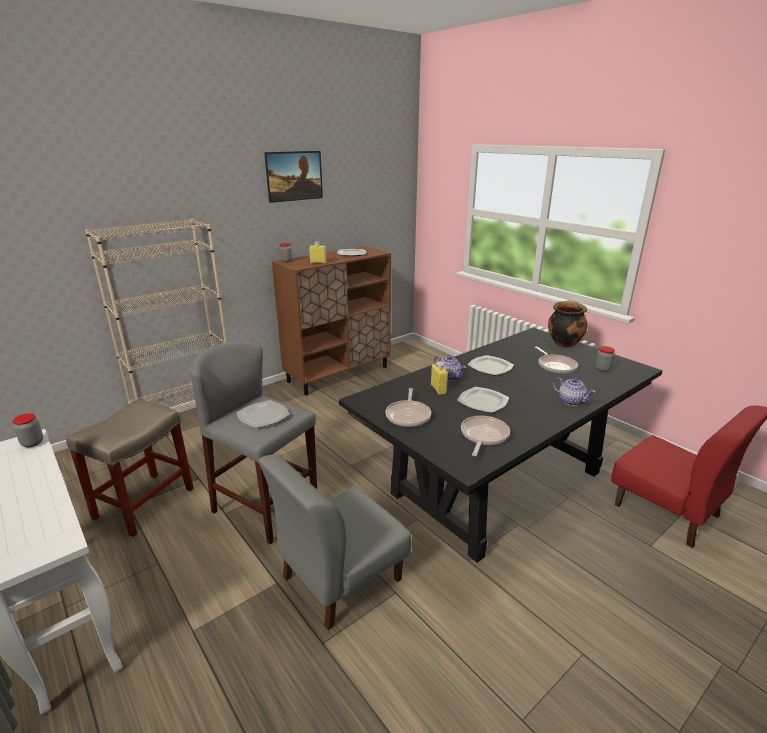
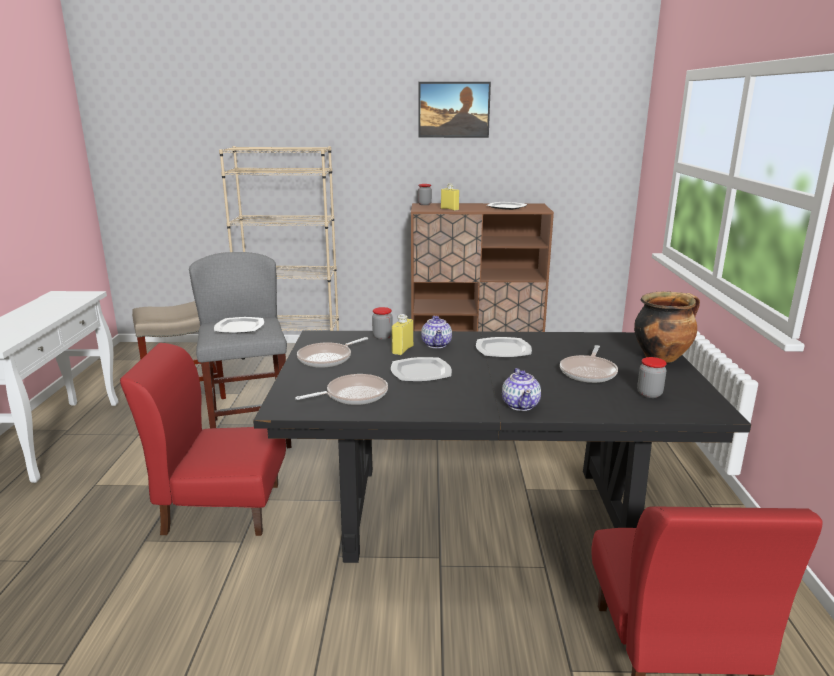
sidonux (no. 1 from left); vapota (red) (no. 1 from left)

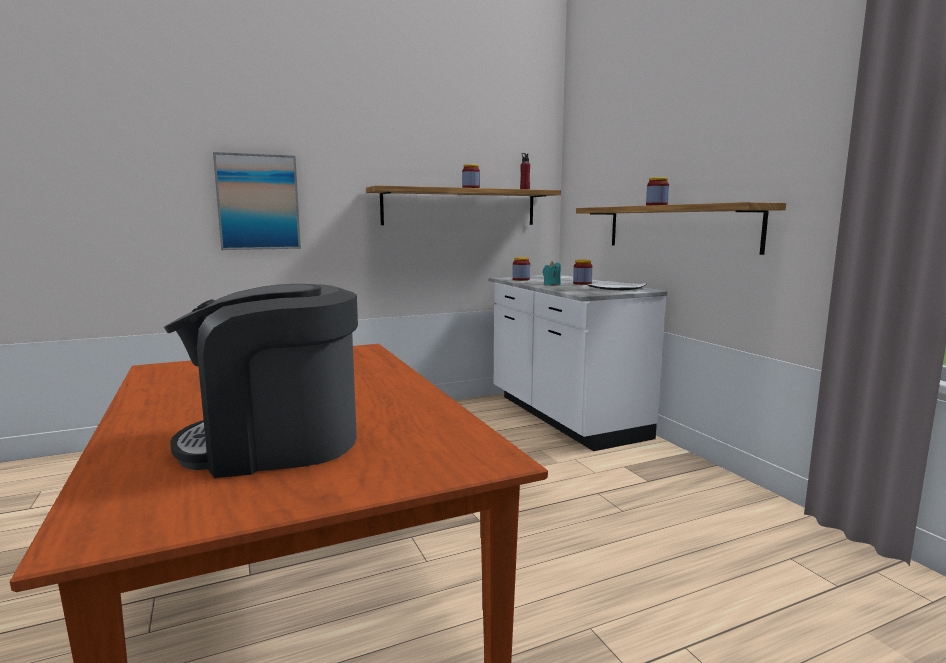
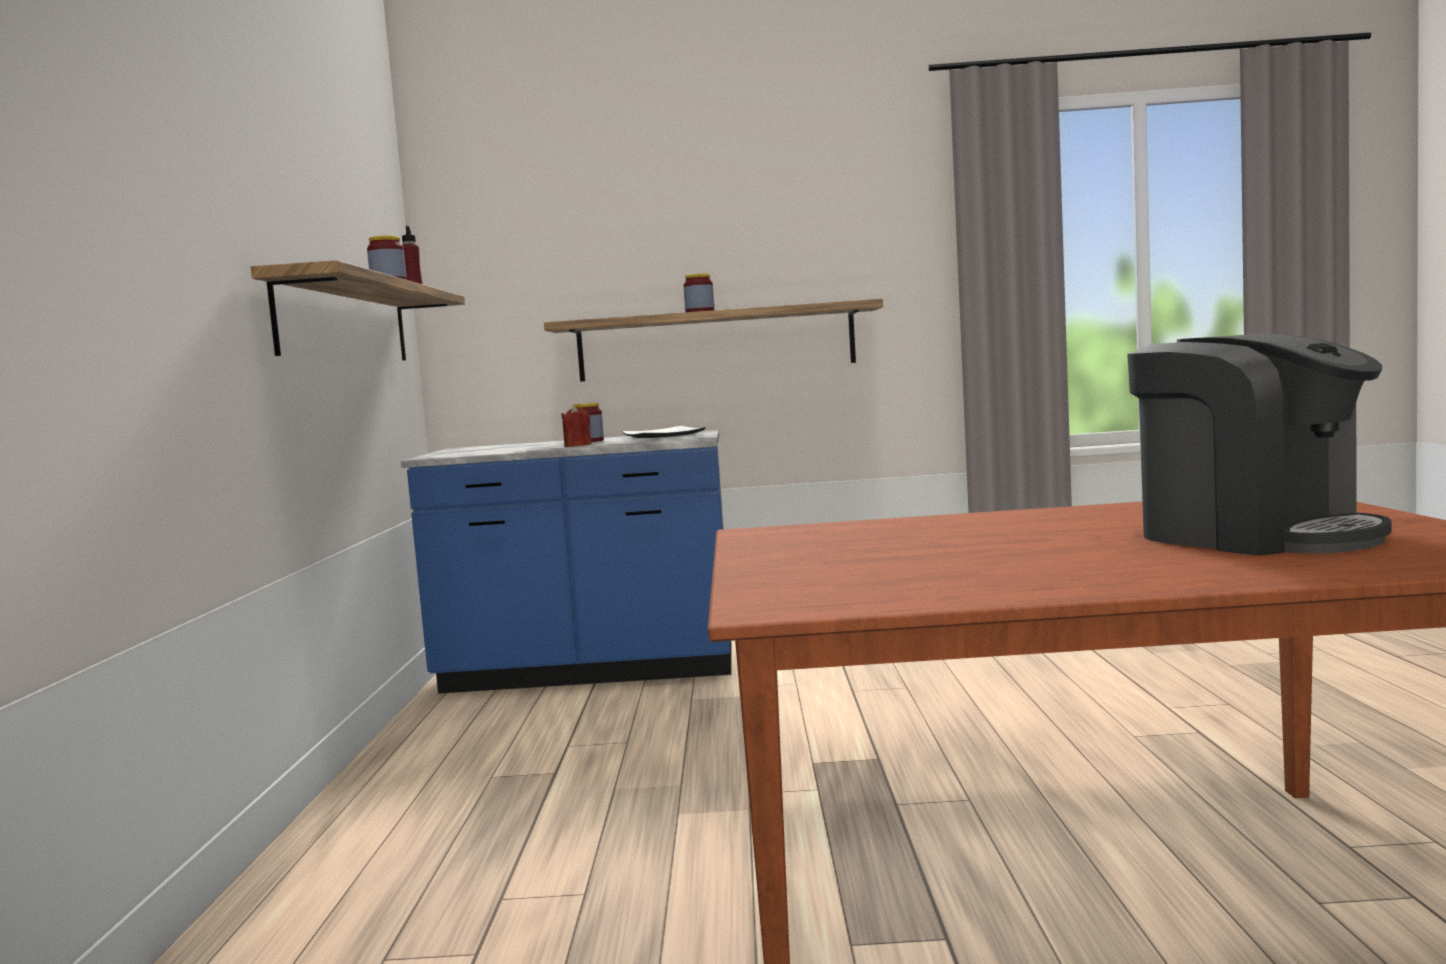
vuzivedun; sidonux (no. 2 from left in the first image); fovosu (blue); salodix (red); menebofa

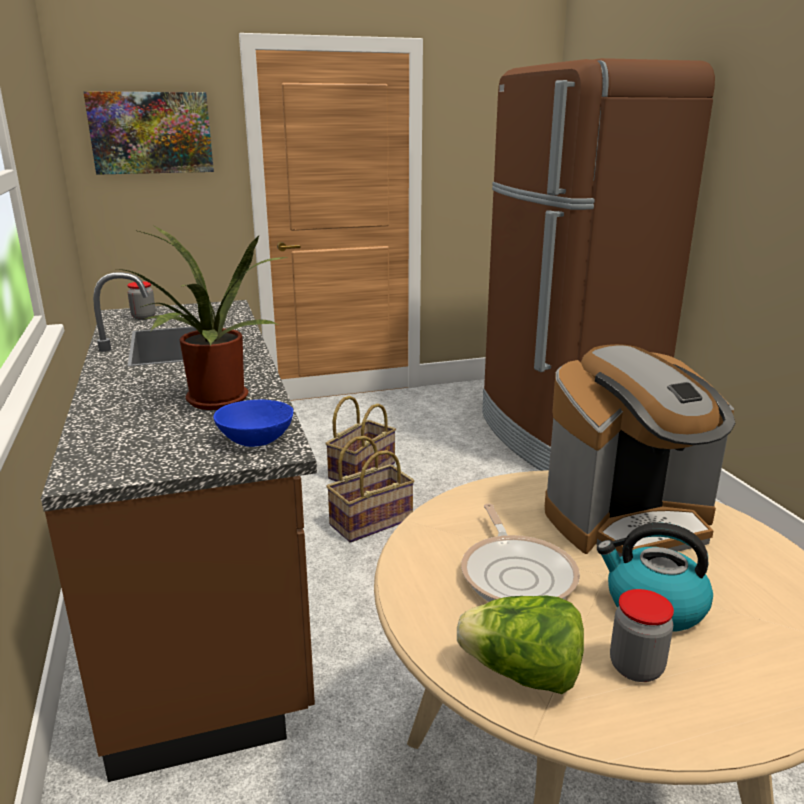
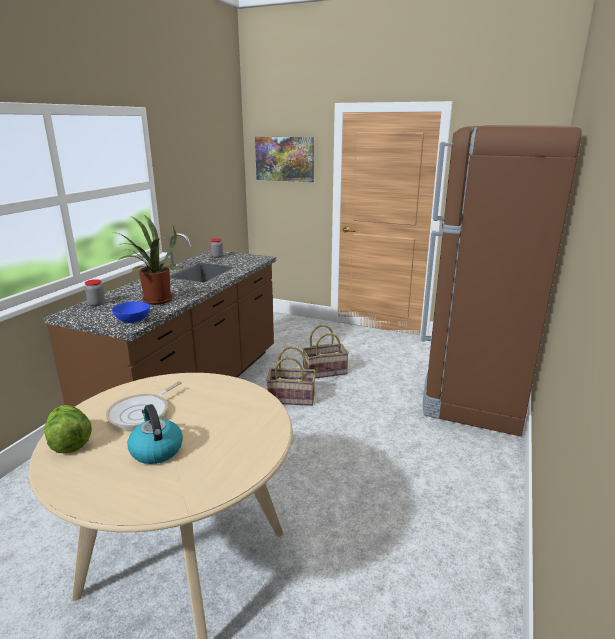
menebofa; sidonux (no. 1 from left)

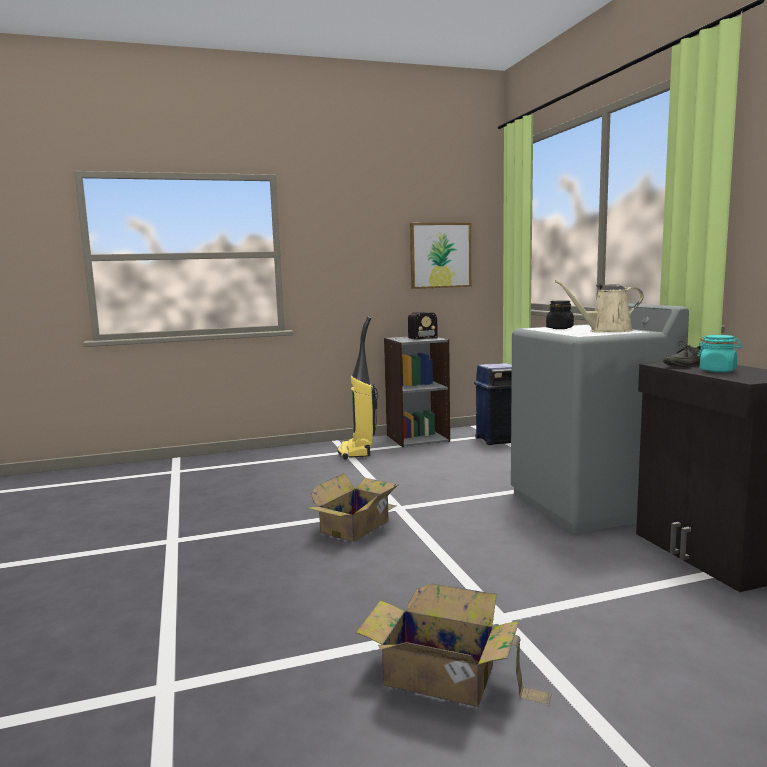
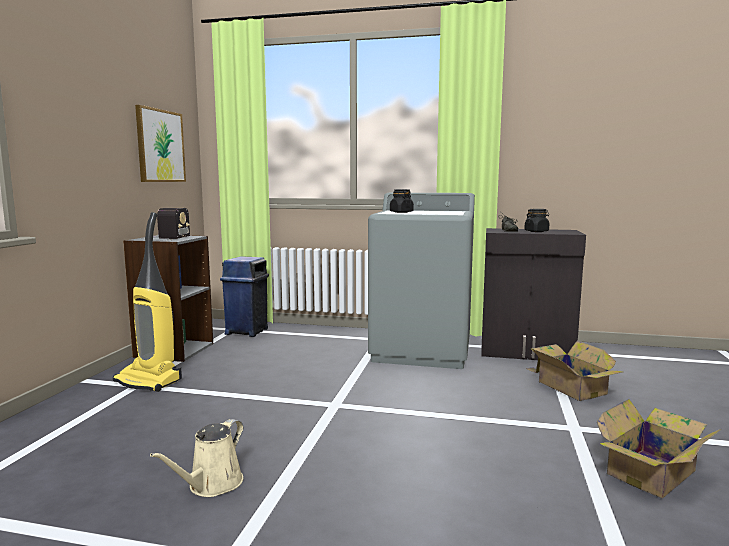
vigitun (no. 1 from left); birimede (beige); sidonux (black) (no. 2 from left)

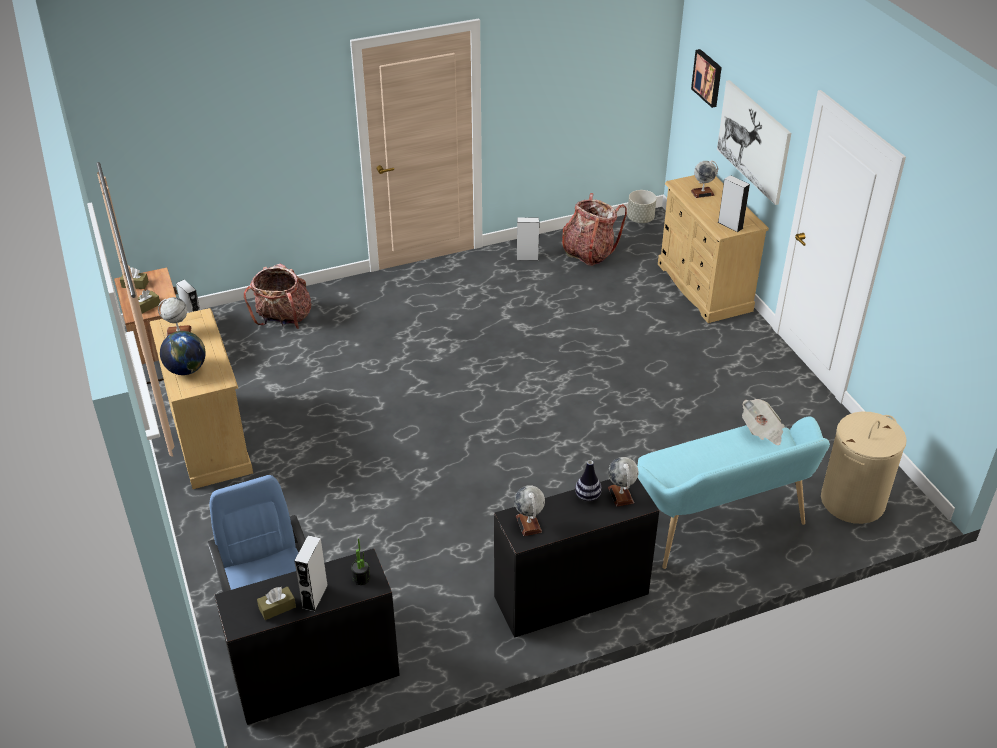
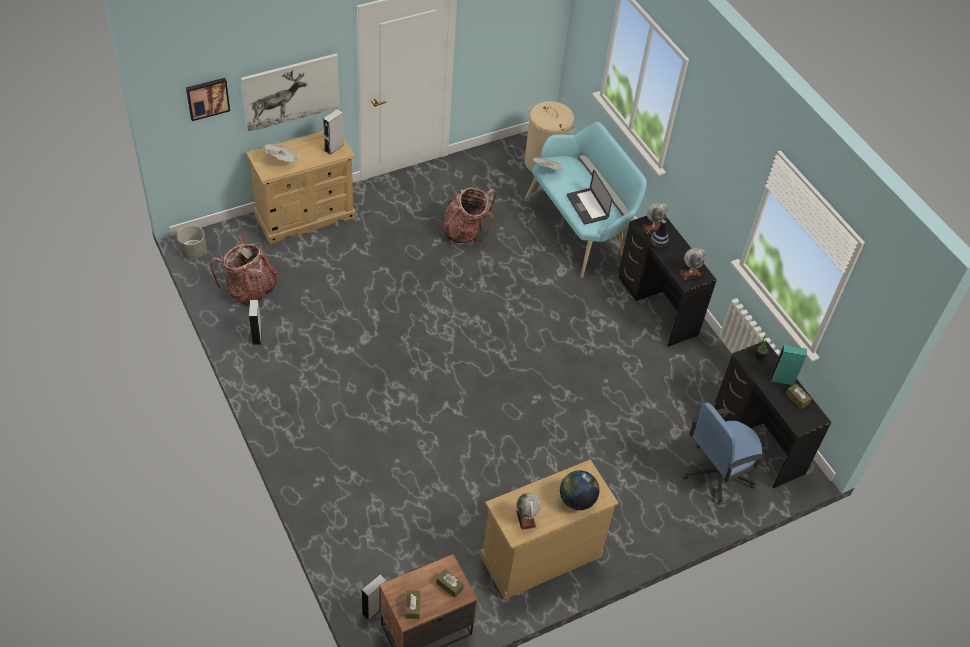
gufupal; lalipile (no. 2 from left); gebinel (no. 1 from left); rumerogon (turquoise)

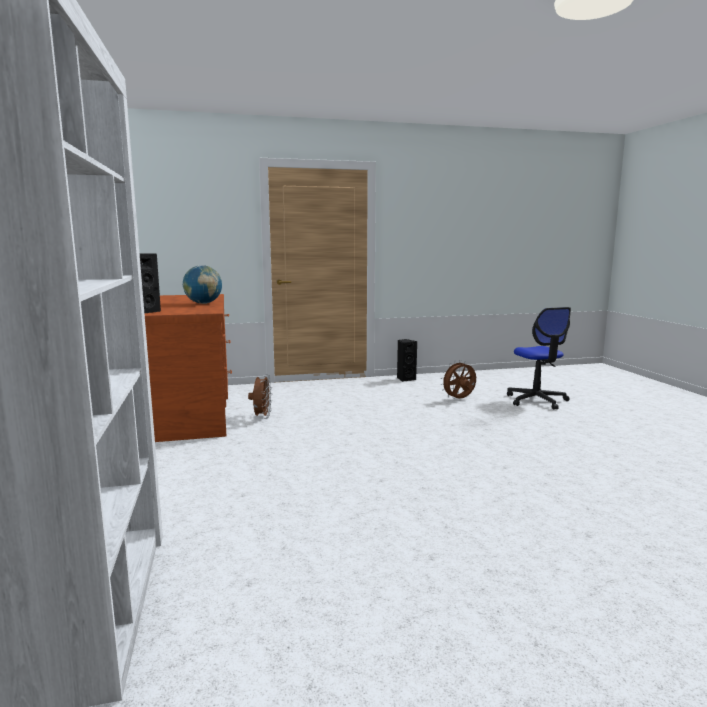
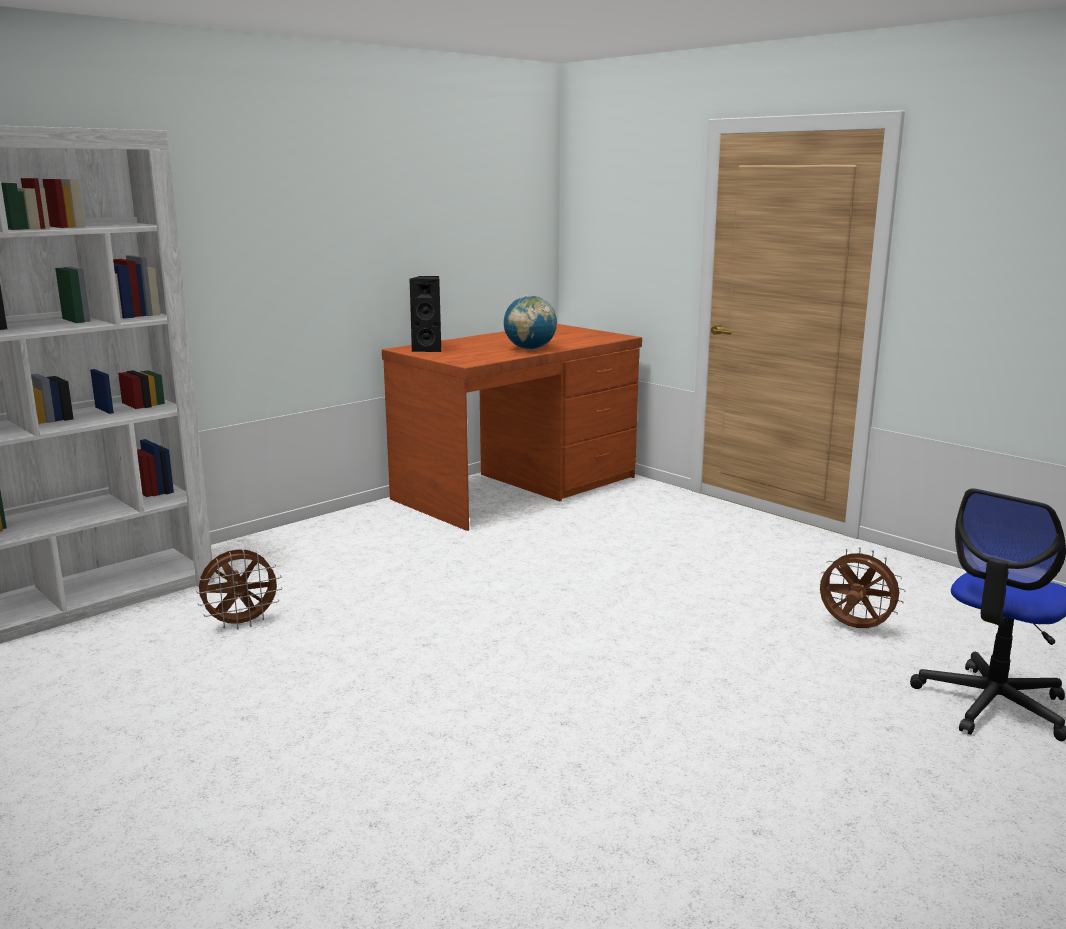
rumerogon (black) (no. 2 from left in the first image); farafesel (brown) (no. 1 from left)

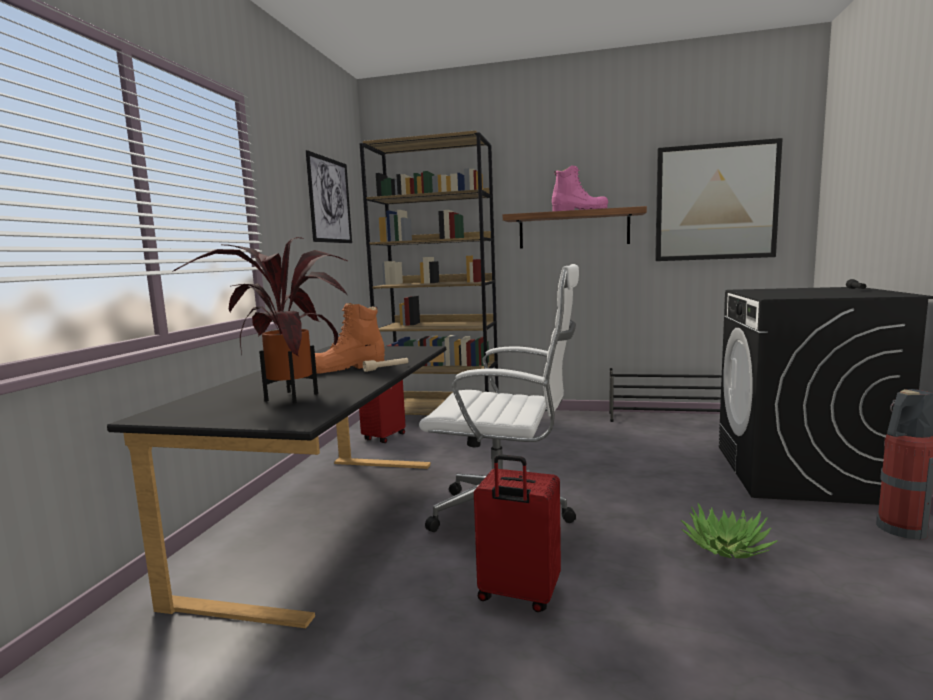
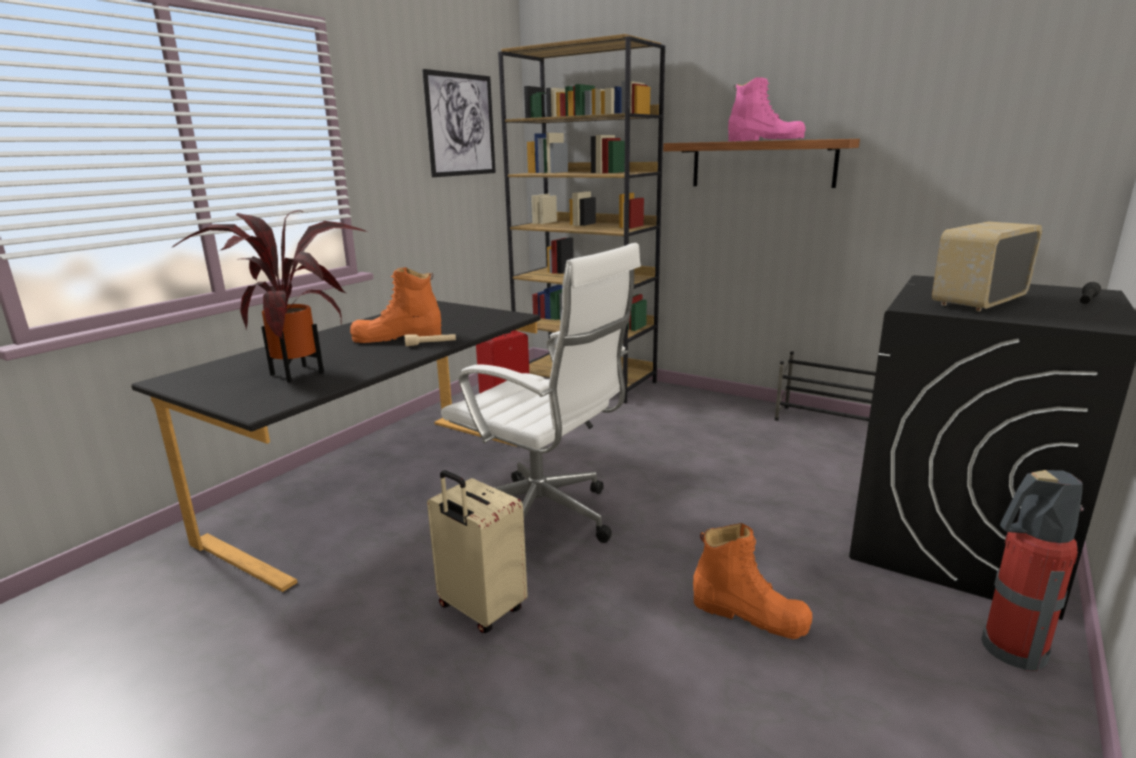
vuzivedun (no. 2 from left in the first image); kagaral; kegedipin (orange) (no. 2 from left); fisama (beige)

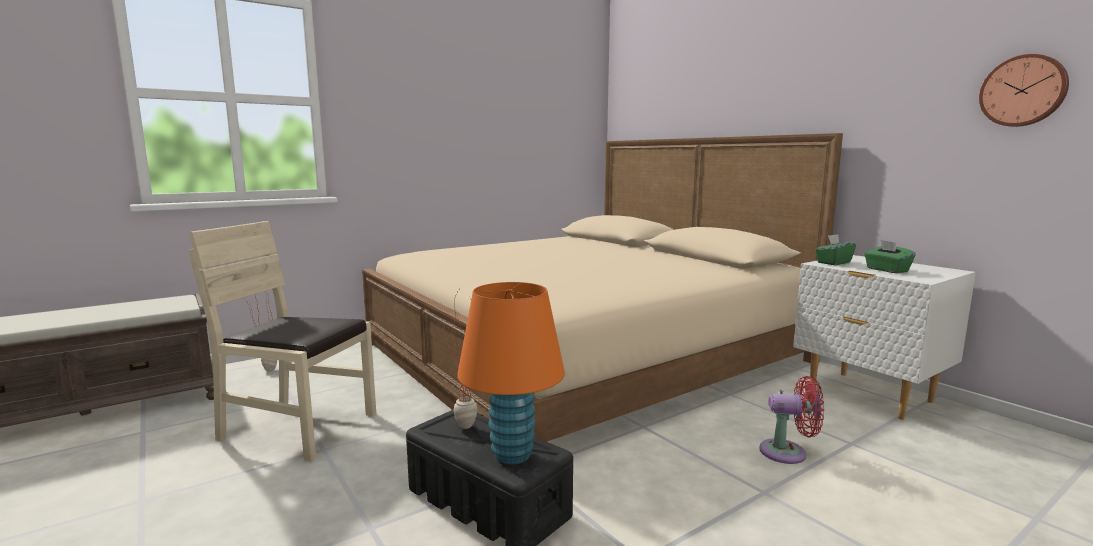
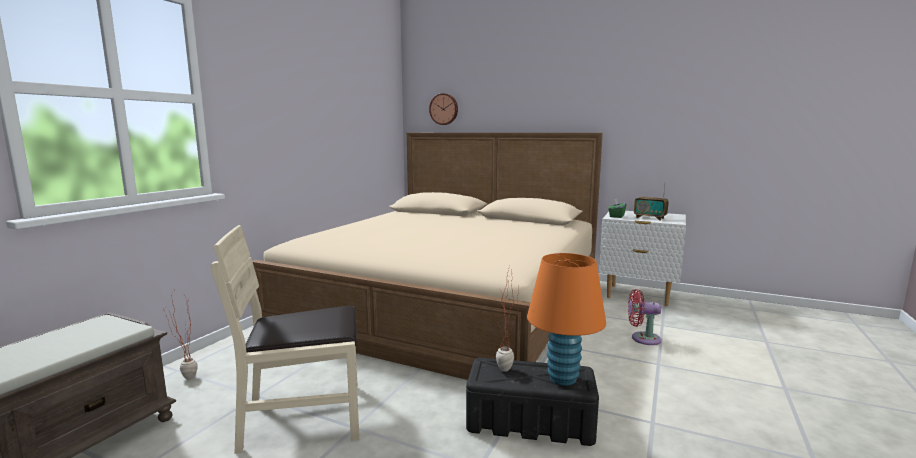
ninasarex; kagaral; farafesel (red)

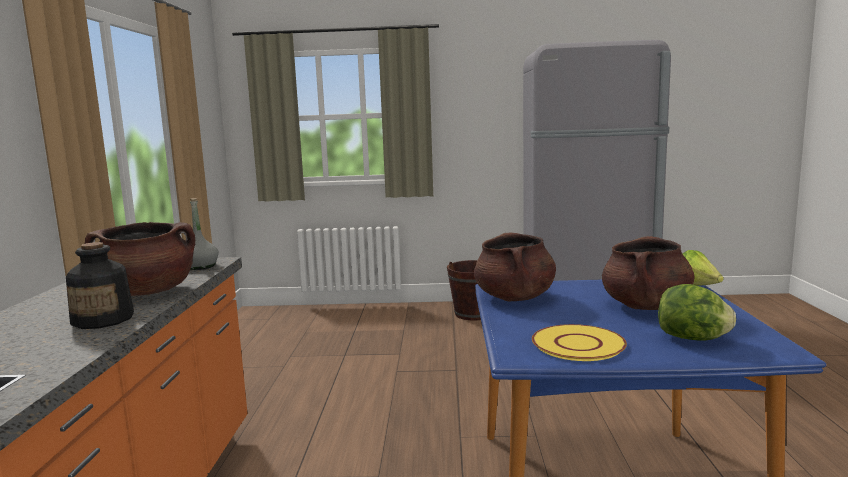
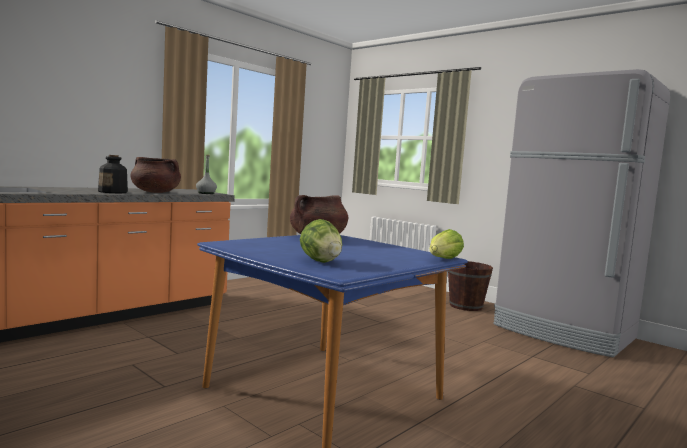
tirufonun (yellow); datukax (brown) (no. 3 from left in the first image)

